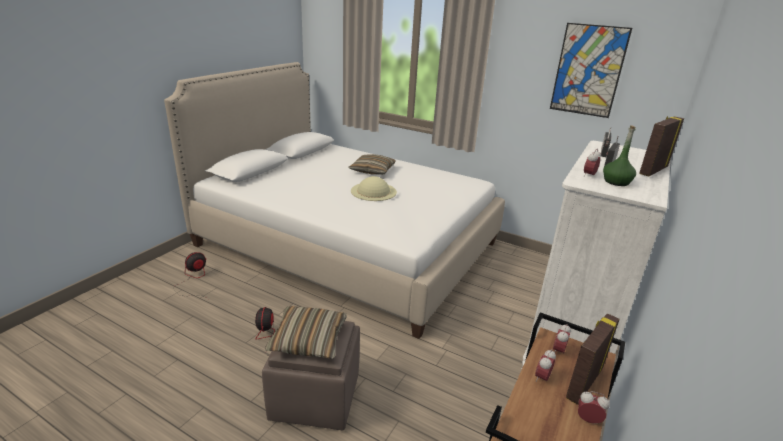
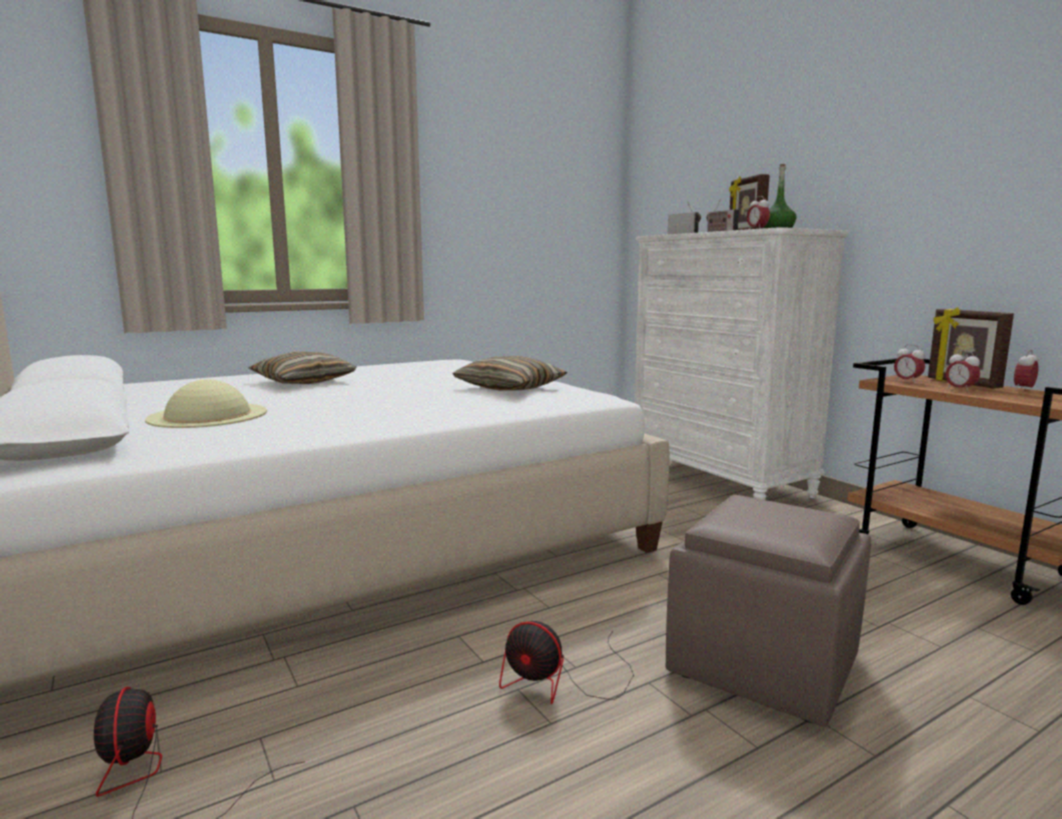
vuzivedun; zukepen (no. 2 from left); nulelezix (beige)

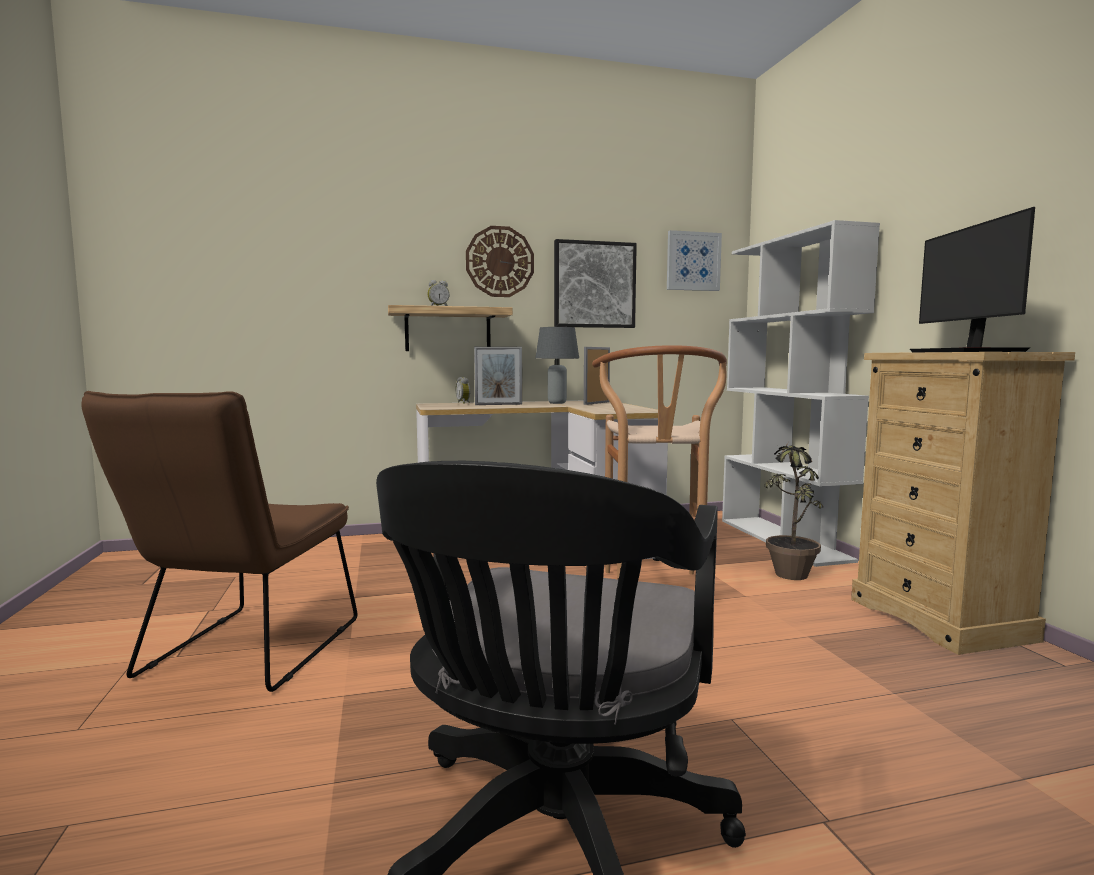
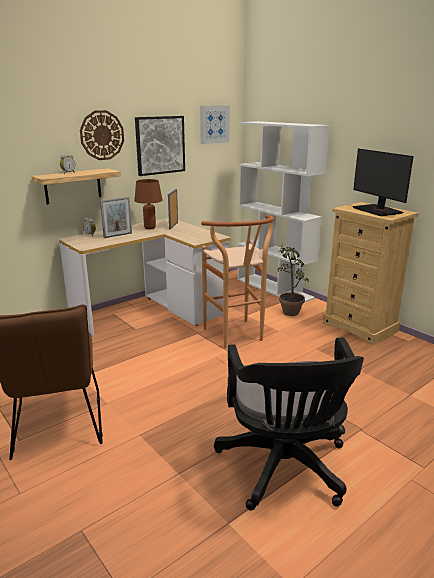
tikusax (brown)

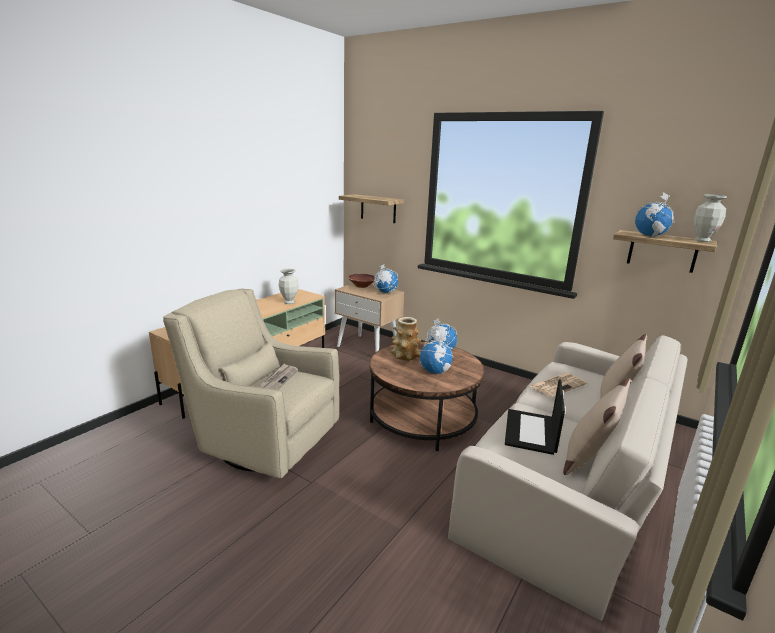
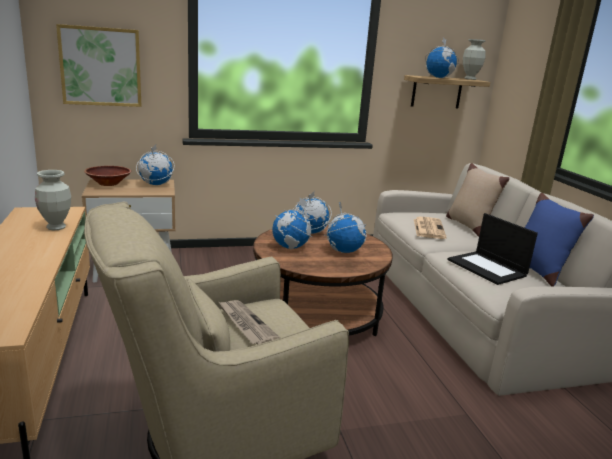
vuzivedun; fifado (no. 2 from left); zukepen (blue)

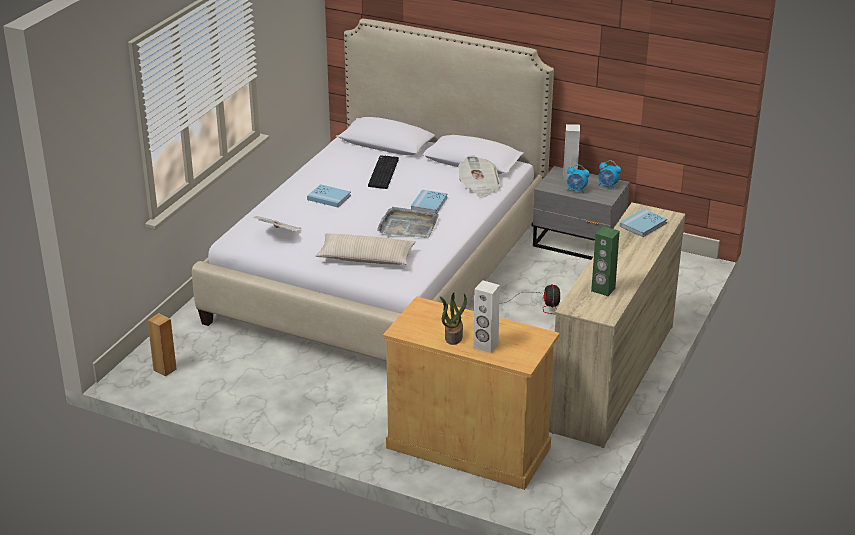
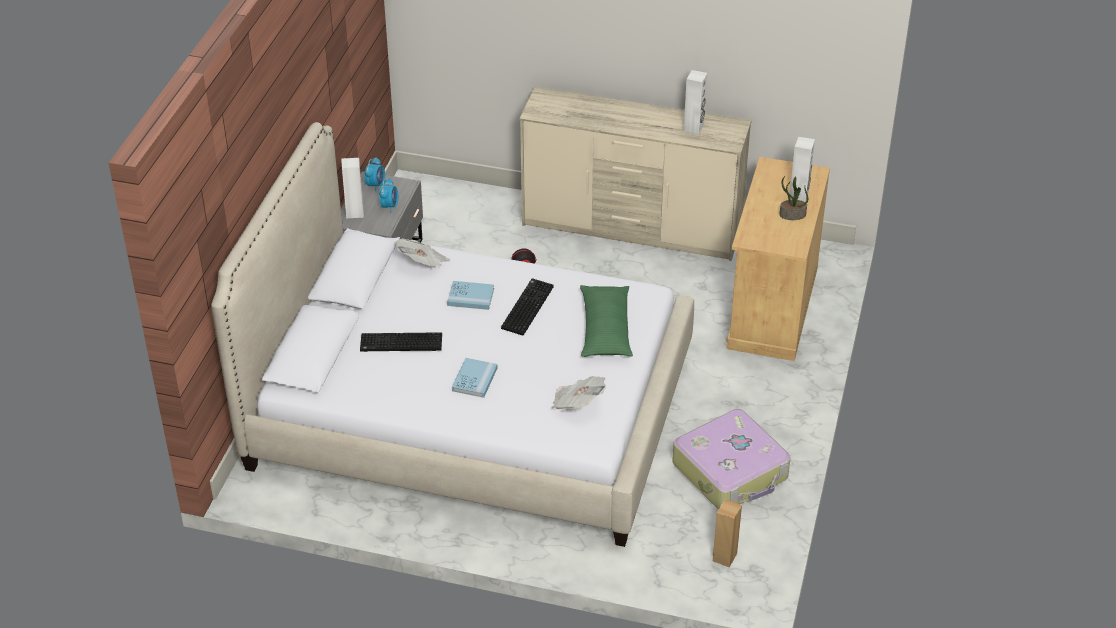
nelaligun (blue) (no. 3 from left in the first image); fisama; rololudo (no. 2 from left); zukepen (green); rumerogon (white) (no. 2 from left)

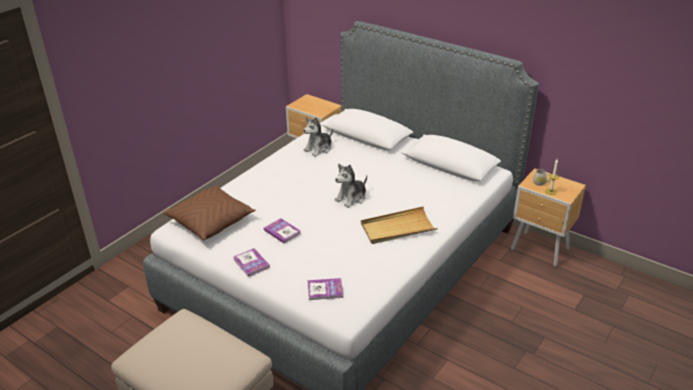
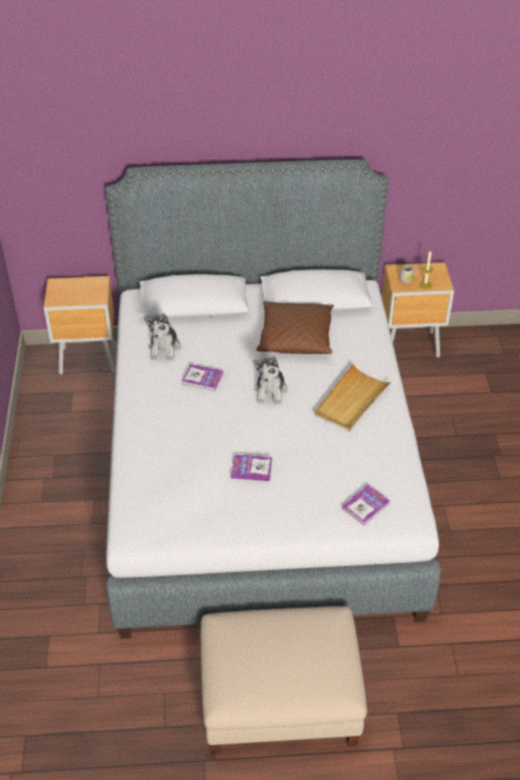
zukepen (brown); nelaligun (no. 1 from left)

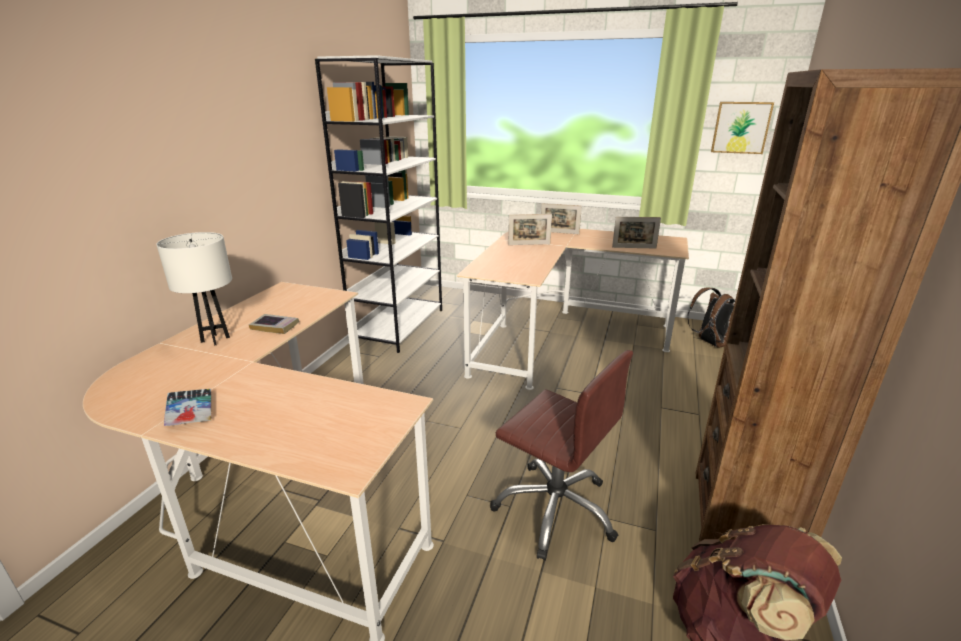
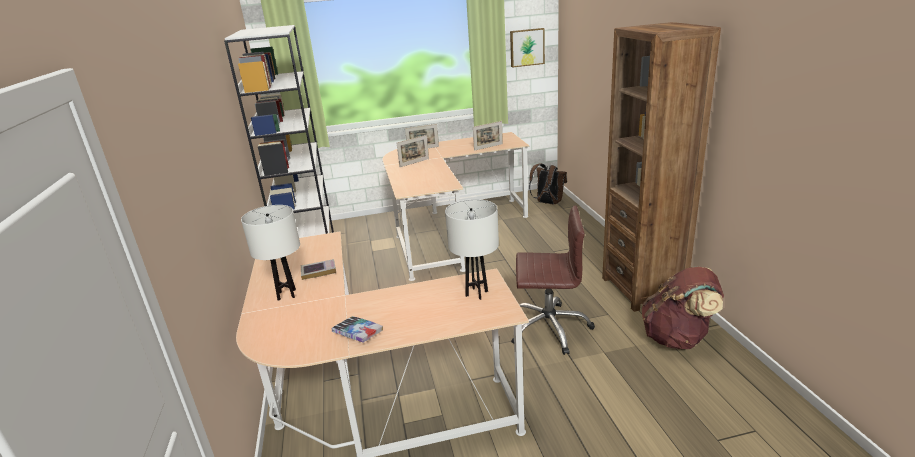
tikusax (white) (no. 2 from left)

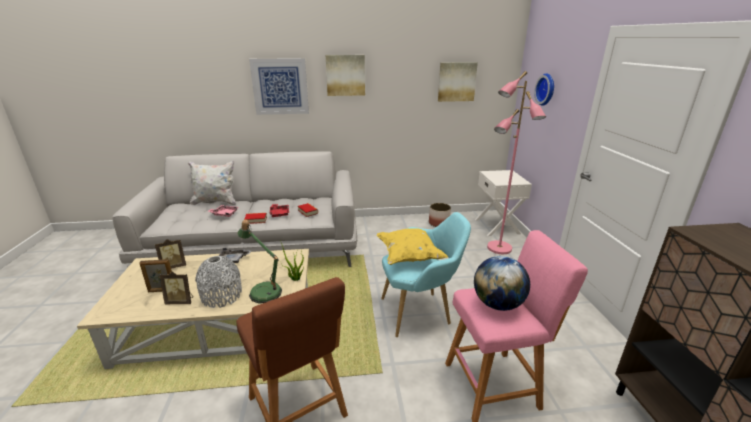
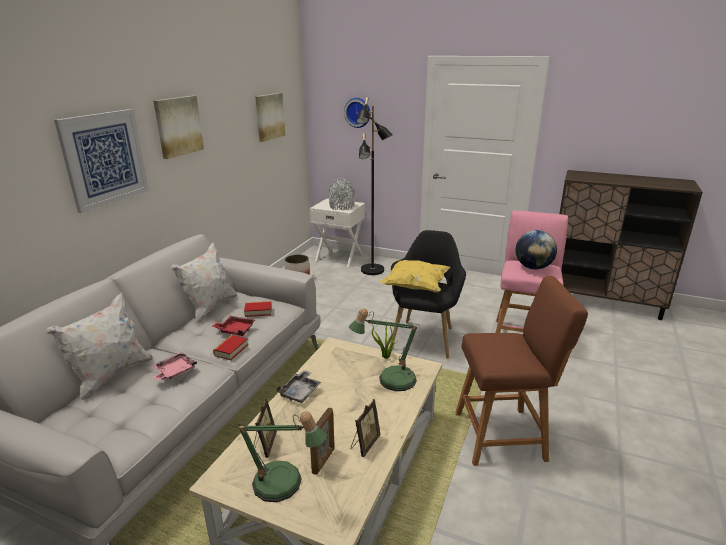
zukepen (white) (no. 2 from left); tikusax (no. 1 from left); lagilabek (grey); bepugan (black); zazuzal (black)

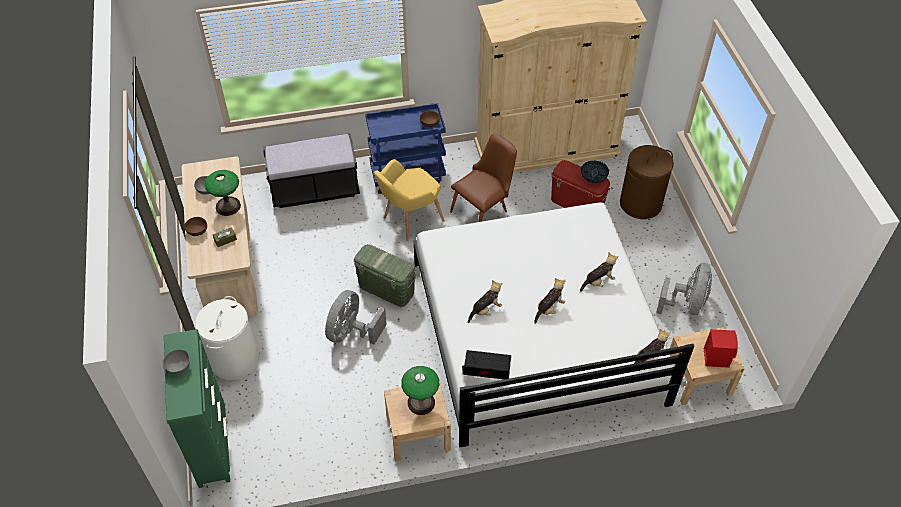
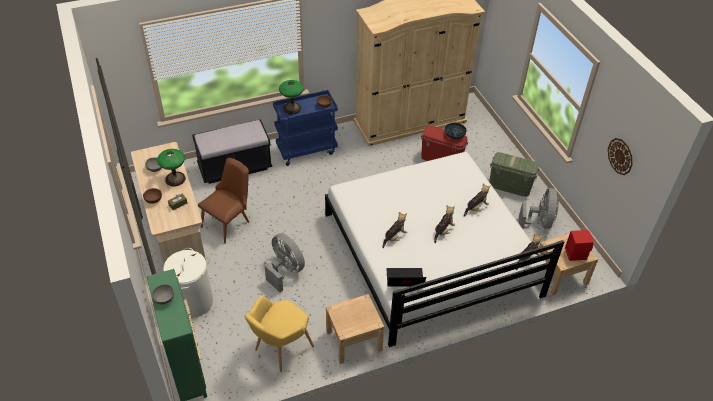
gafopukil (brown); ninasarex; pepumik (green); bepugan (yellow); tikusax (no. 2 from left); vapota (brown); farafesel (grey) (no. 1 from left)

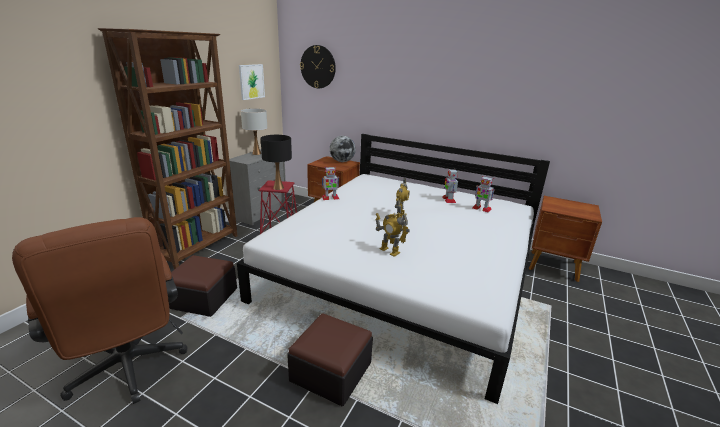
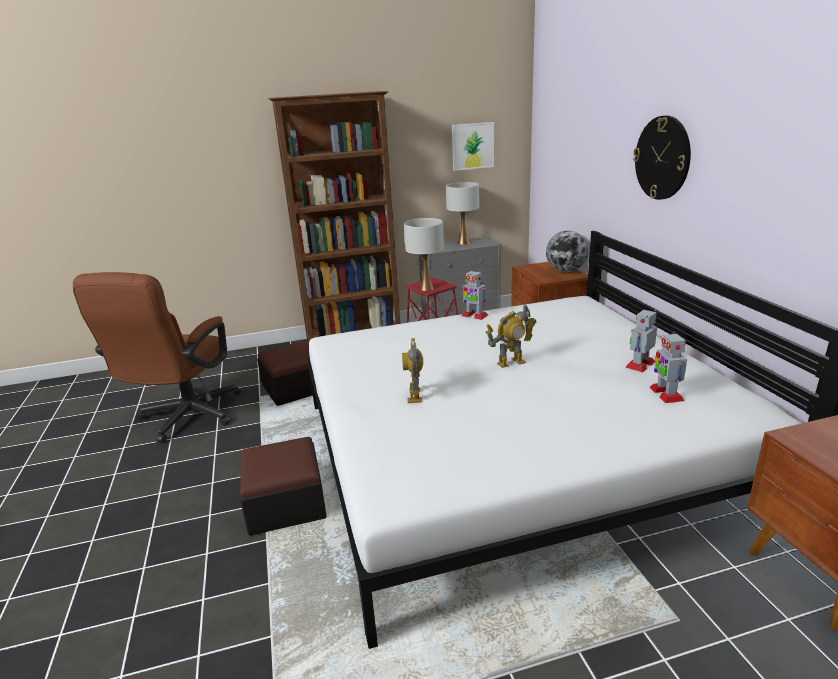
ninasarex; tikusax (white) (no. 1 from left)

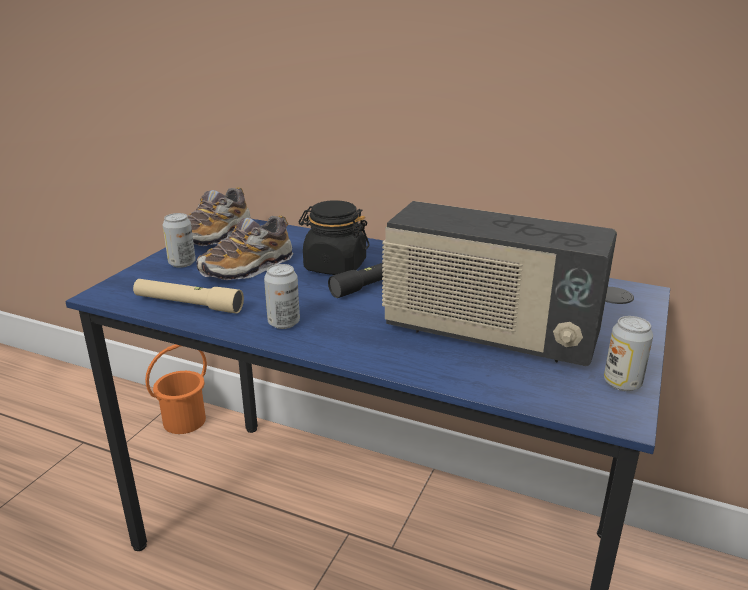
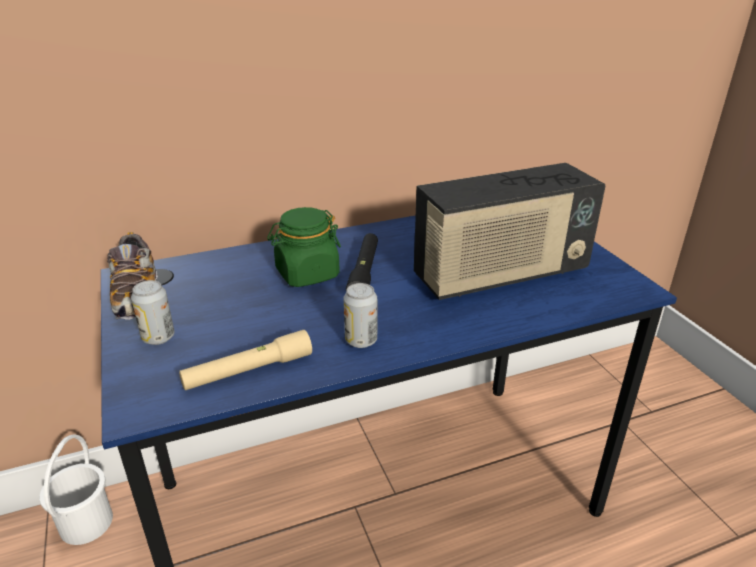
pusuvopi (no. 2 from left in the first image); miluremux (no. 3 from left in the first image); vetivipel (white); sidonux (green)

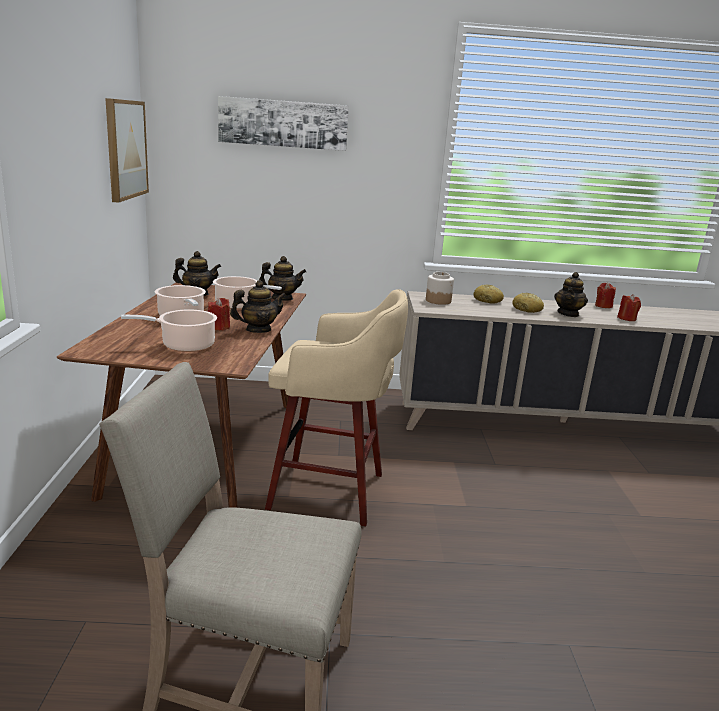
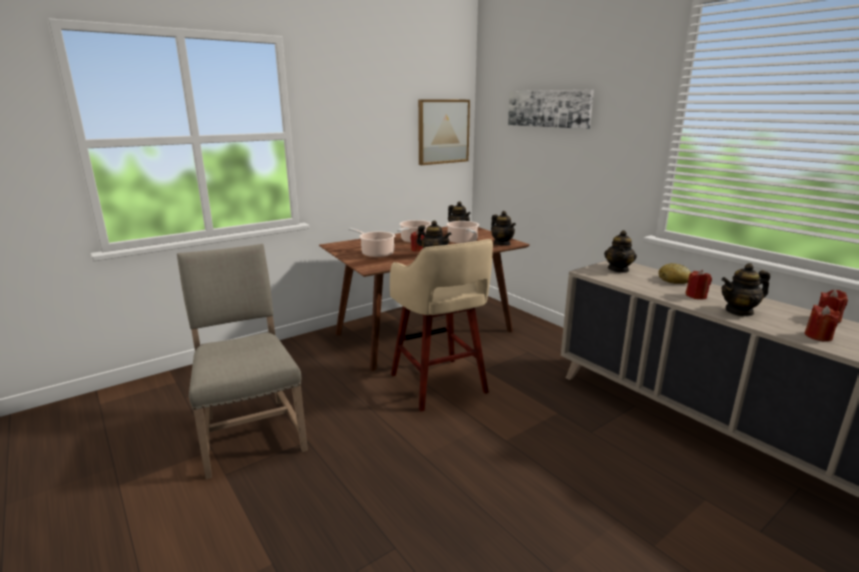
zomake (no. 4 from left); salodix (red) (no. 2 from left)

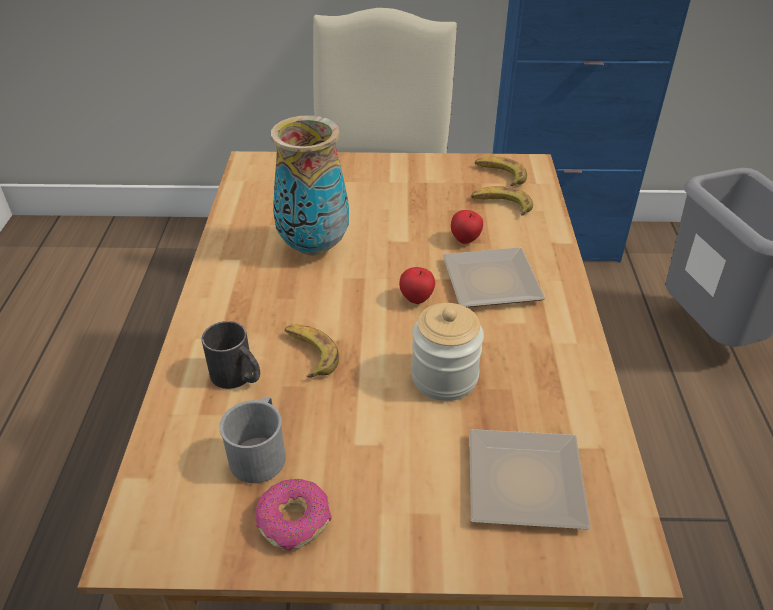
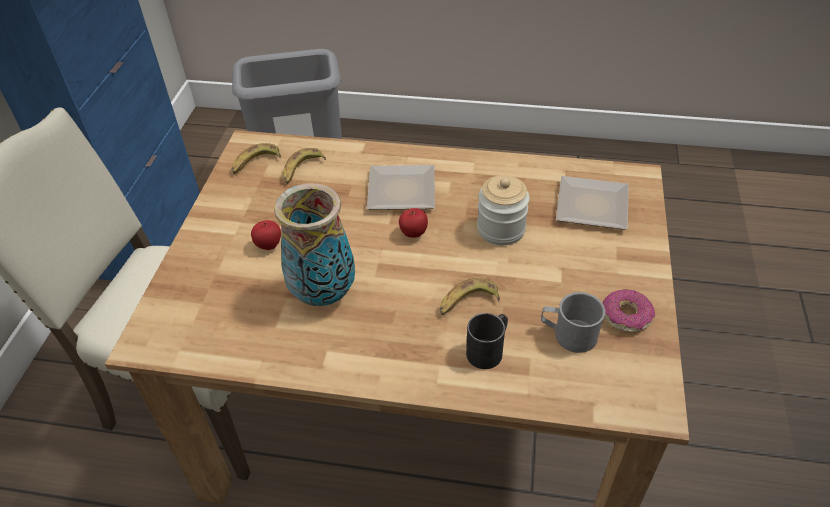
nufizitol (no. 1 from left)

